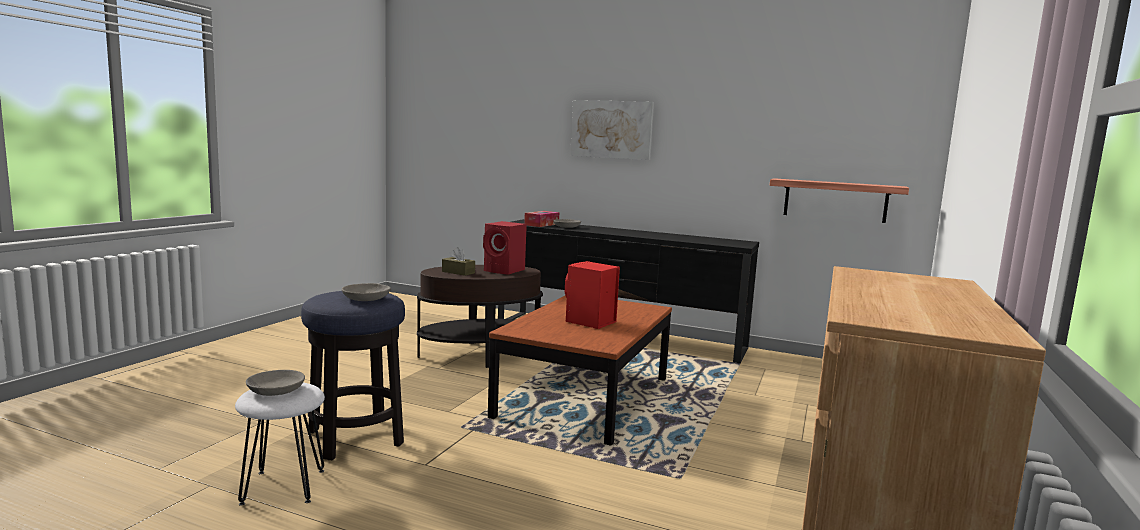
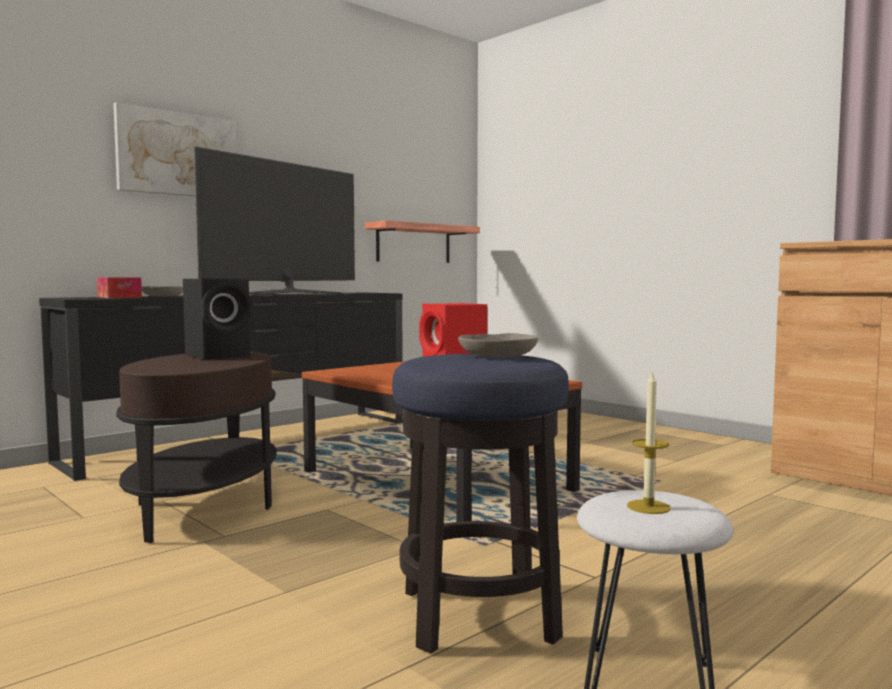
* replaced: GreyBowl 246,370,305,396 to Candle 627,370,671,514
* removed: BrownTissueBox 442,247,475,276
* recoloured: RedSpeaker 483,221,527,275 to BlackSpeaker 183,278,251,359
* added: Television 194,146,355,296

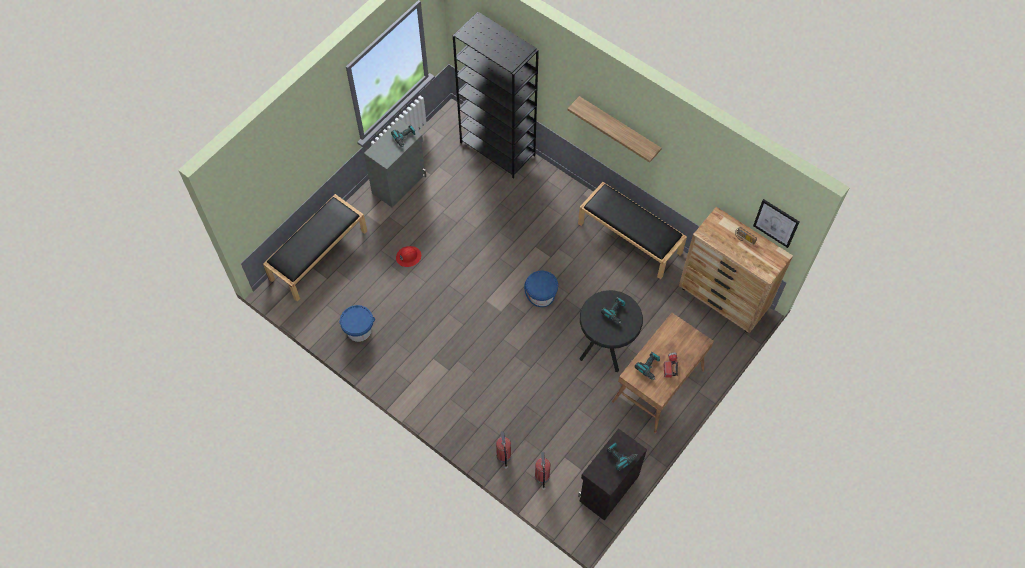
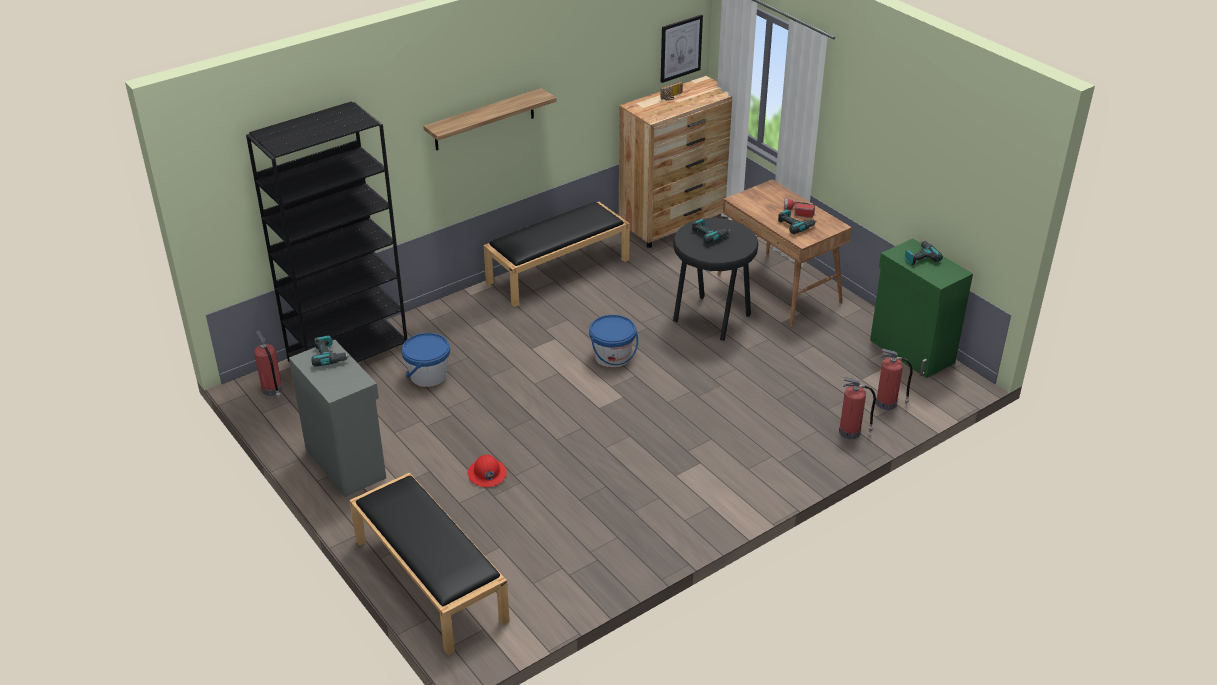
* moved: BlueBucket 339,305,375,342 to 401,333,450,387
* recoloured: BlackCabinet 578,428,647,521 to GreenCabinet 870,239,973,378
* added: FireExtinguisher 254,331,283,398

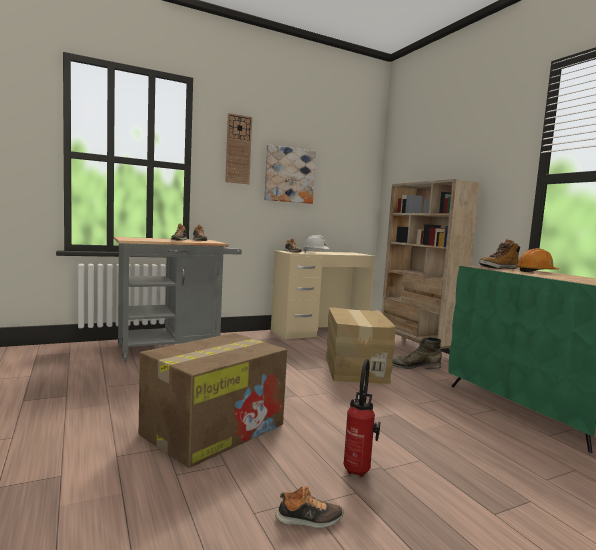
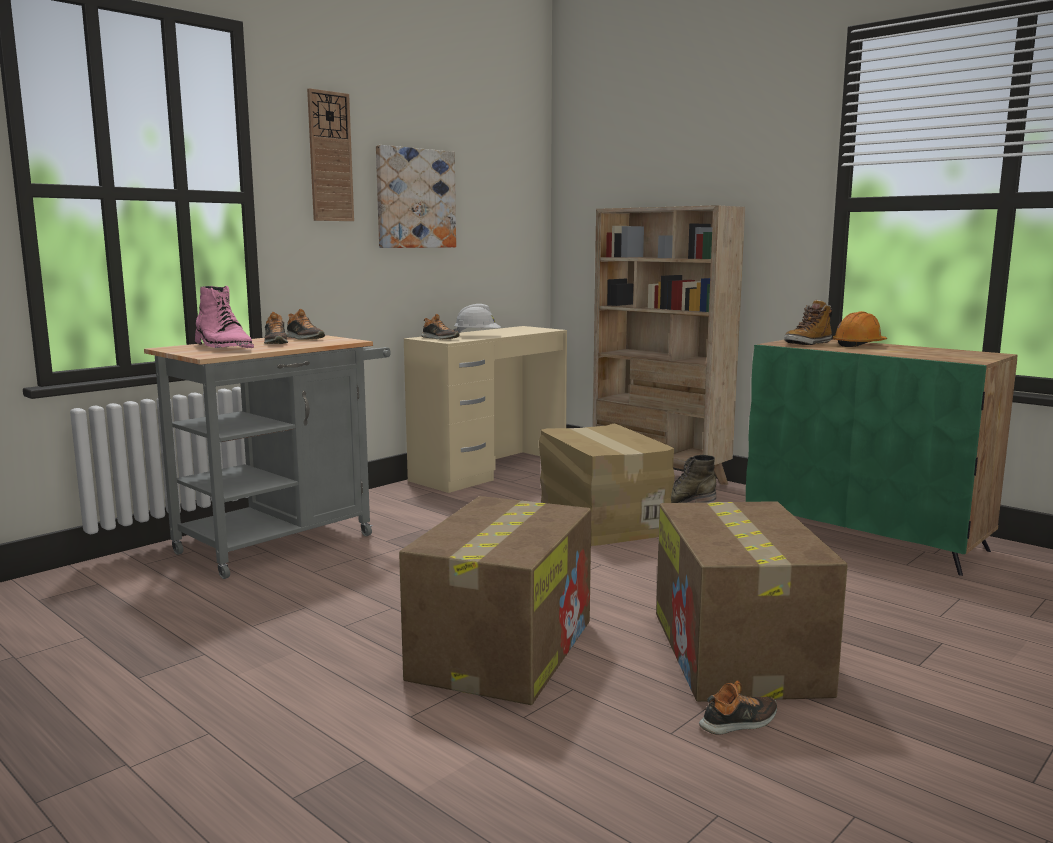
* replaced: FireExtinguisher 344,359,380,477 to CardboardBox 656,501,848,702
* added: PinkBoot 195,286,254,348

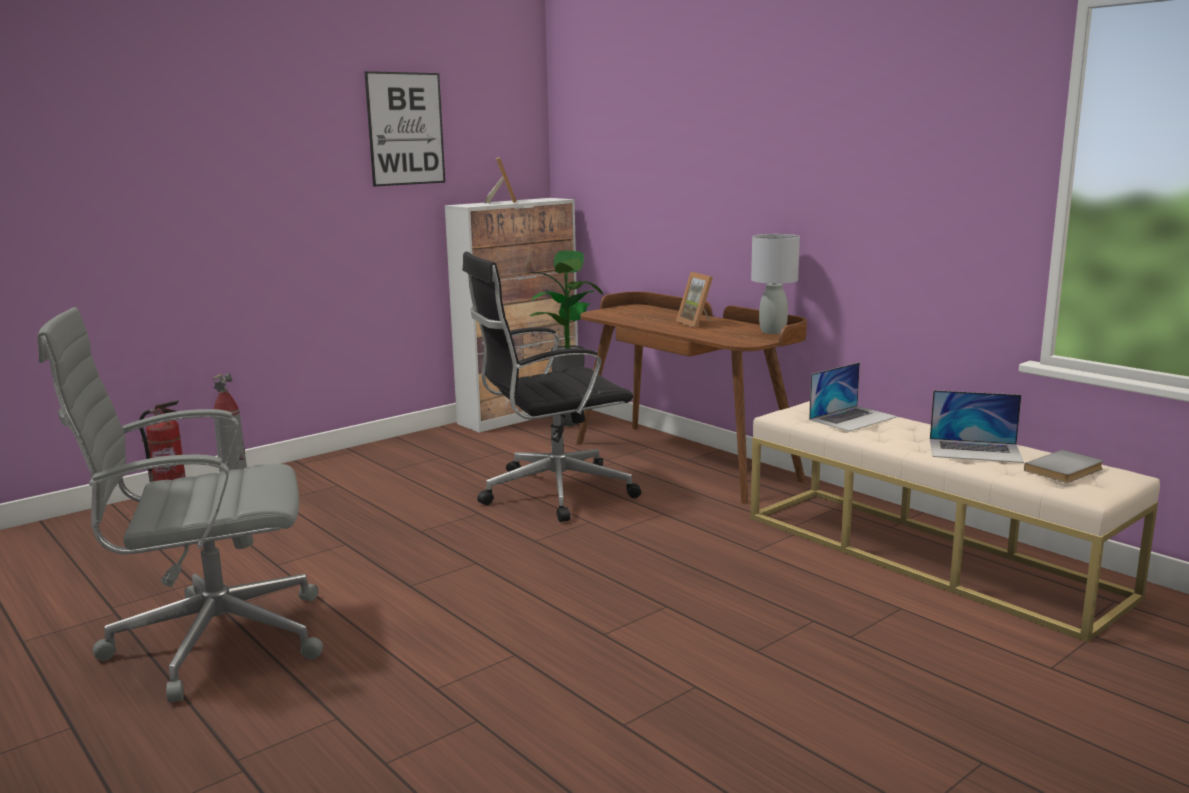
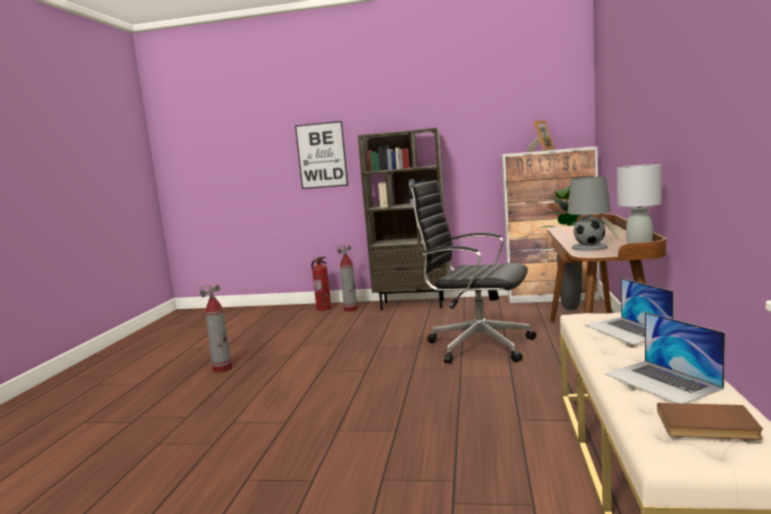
* replaced: GreyOfficeChair 37,307,323,703 to FireExtinguisher 199,285,232,372
* moved: Picture 364,71,445,186 to 295,121,348,189
* turned: Laptop 809,362,898,431 = 585,278,674,345 60 degrees clockwise
* recoloured: GreyBook 1024,450,1103,483 to BrownBook 657,403,763,440
* added: BrownBookcase 357,128,449,310
* added: GreyTableLamp 568,177,611,251

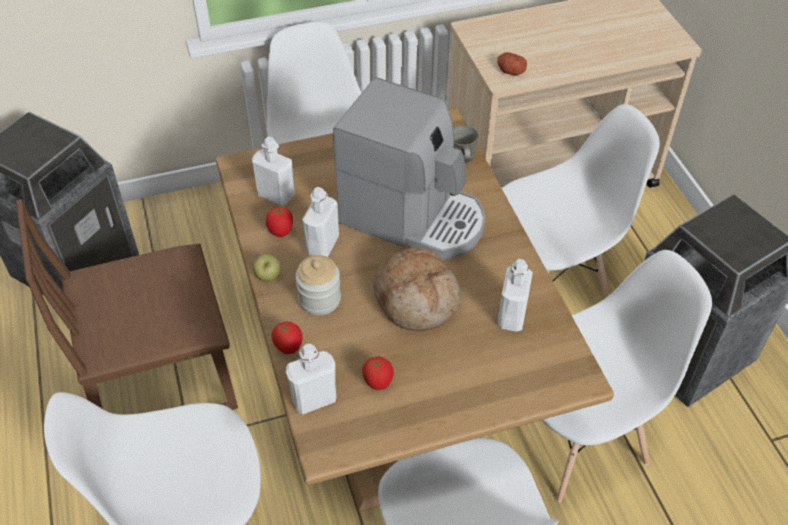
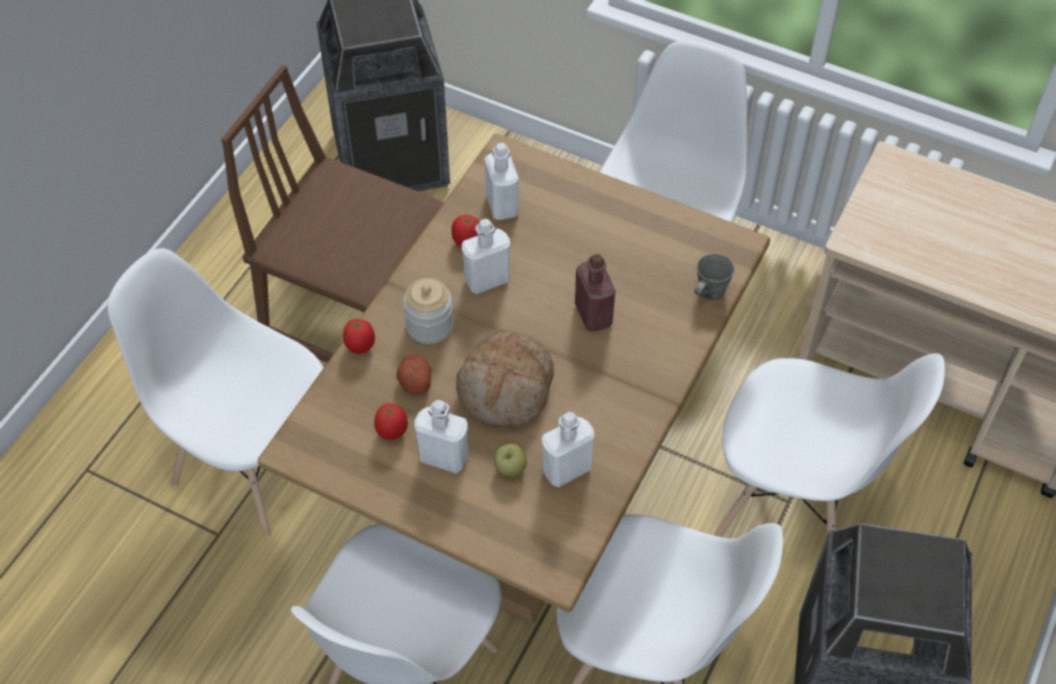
* moved: Apple 253,254,281,282 to 494,444,527,477
* moved: WhiteBottle 286,344,336,415 to 414,400,468,473
* replaced: CoffeeMachine 333,78,485,260 to RedBottle 575,254,616,332
* moved: Potato 497,52,527,76 to 397,355,431,395

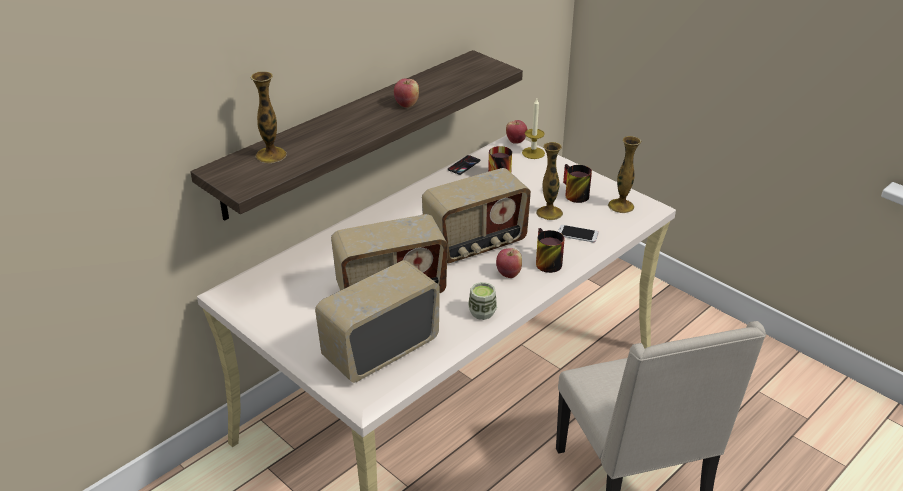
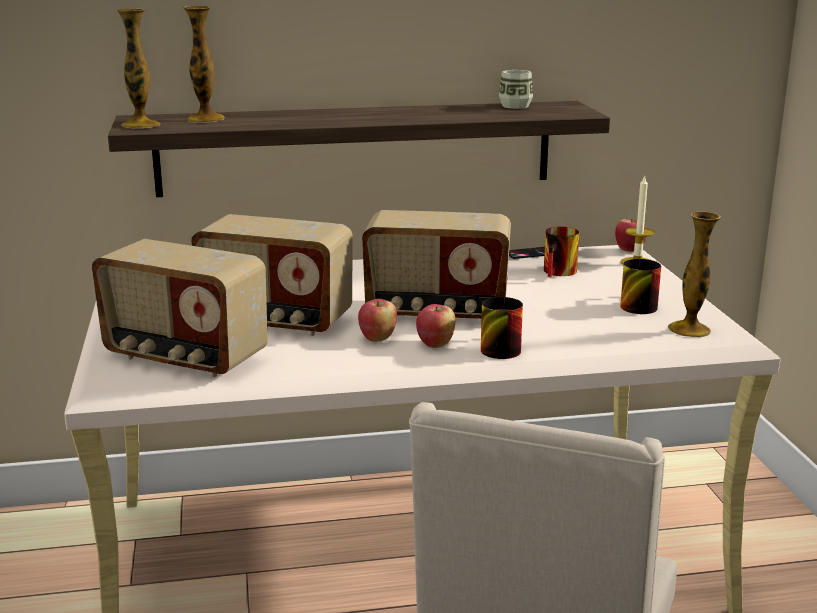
* turned: Radio 315,260,440,383 = 92,239,268,377 150 degrees counterclockwise
* moved: Apple 394,79,419,108 to 358,299,397,342
* moved: Cup 468,282,497,320 to 499,70,533,109
* moved: Vase 536,142,563,220 to 117,9,160,128
* removed: Phone 558,225,599,243

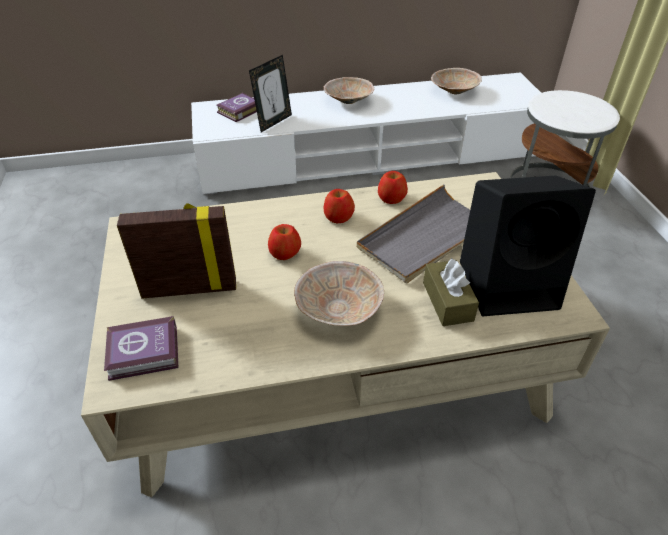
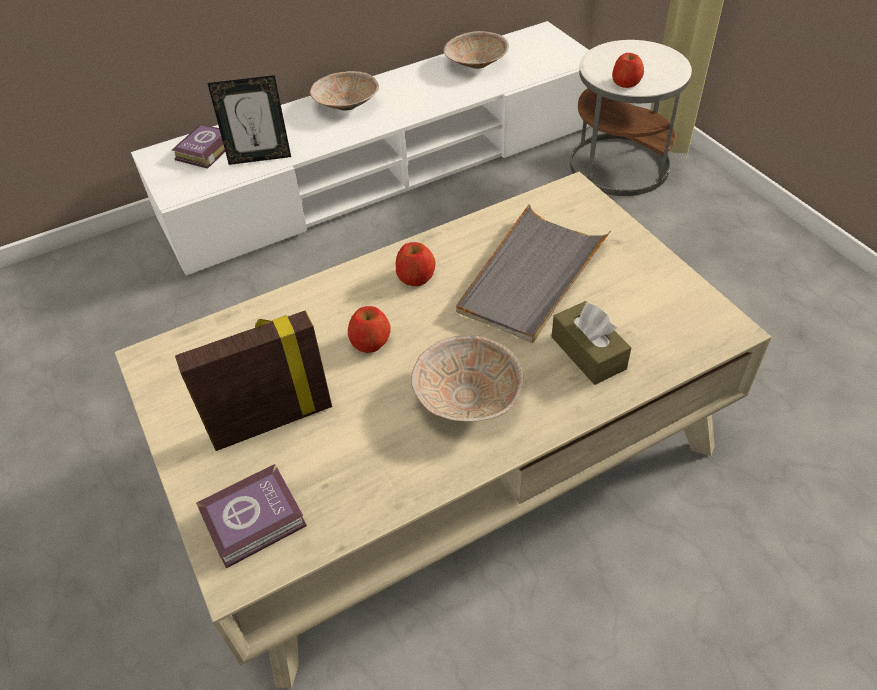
* turned: PictureFrame 249,55,292,132 = 207,75,291,165 60 degrees clockwise
* moved: Apple 378,171,408,204 to 612,53,644,88
* removed: BlackSpeaker 460,176,596,316

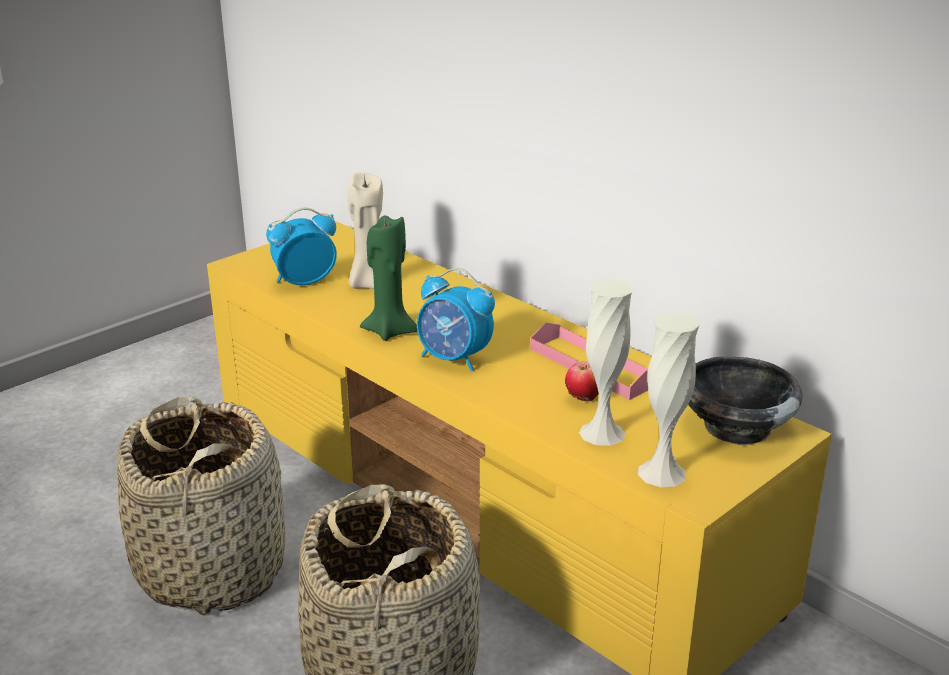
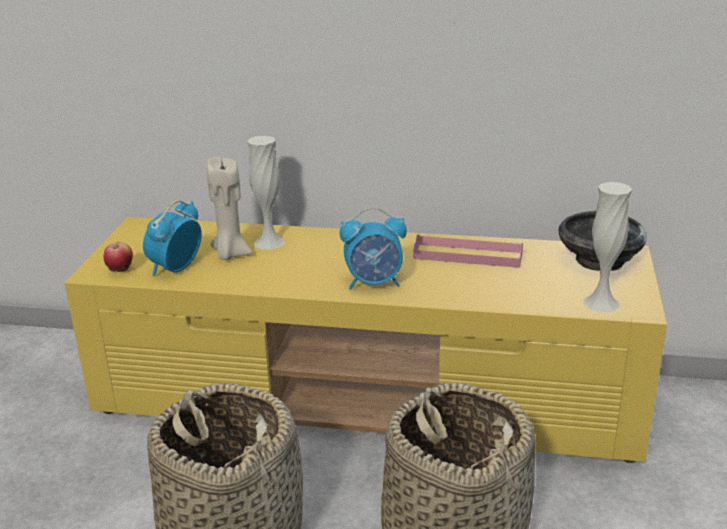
* removed: GreenCandle 360,216,417,341
* moved: Apple 565,361,599,401 to 104,242,133,272
* moved: WhiteVase 579,280,632,446 to 247,136,285,250

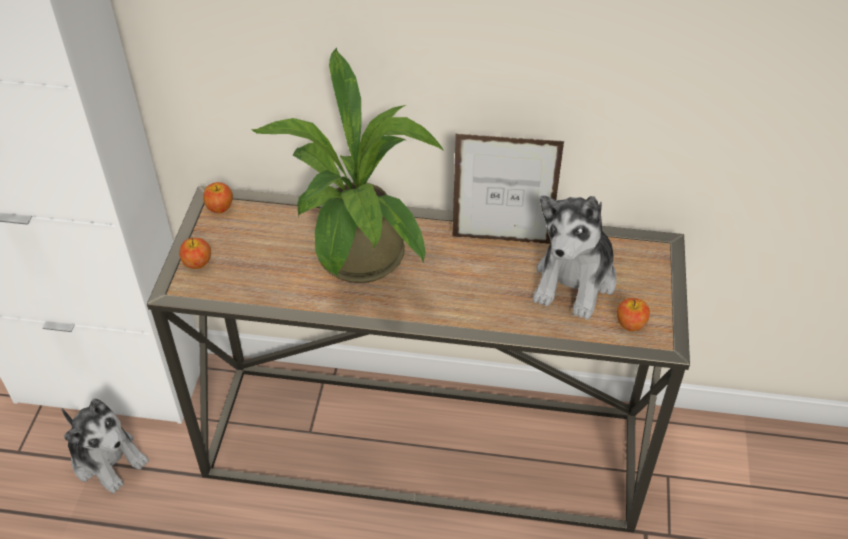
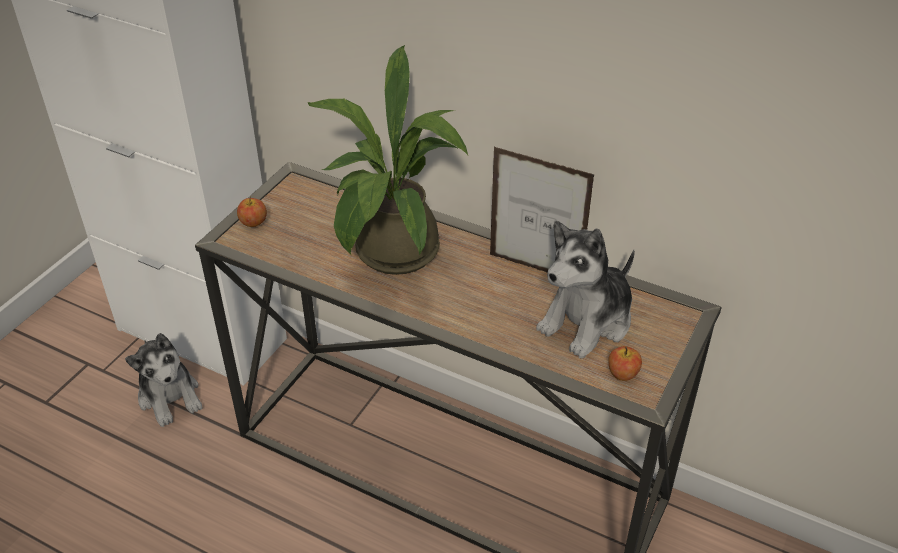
* removed: Apple 203,182,233,213

